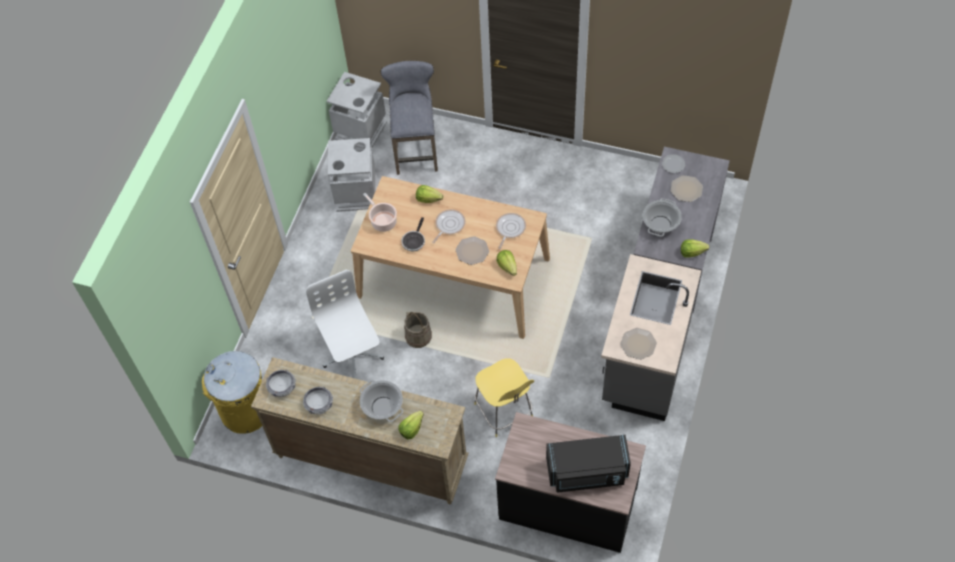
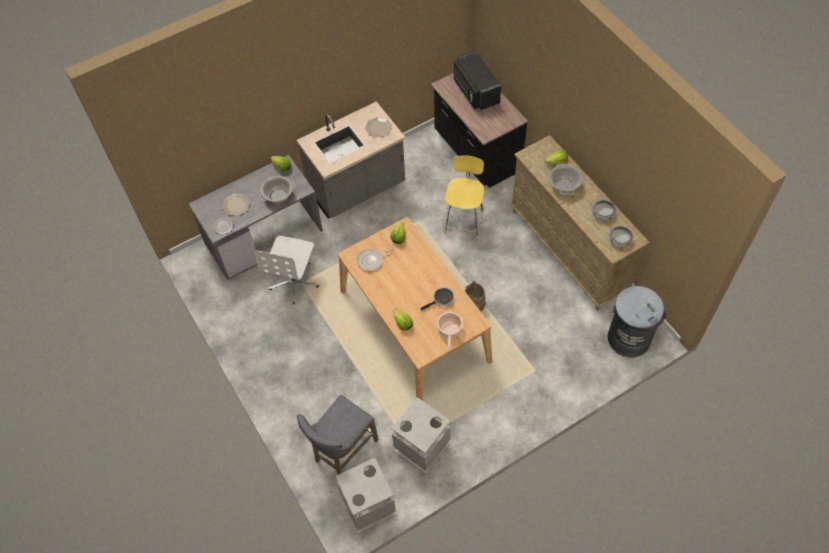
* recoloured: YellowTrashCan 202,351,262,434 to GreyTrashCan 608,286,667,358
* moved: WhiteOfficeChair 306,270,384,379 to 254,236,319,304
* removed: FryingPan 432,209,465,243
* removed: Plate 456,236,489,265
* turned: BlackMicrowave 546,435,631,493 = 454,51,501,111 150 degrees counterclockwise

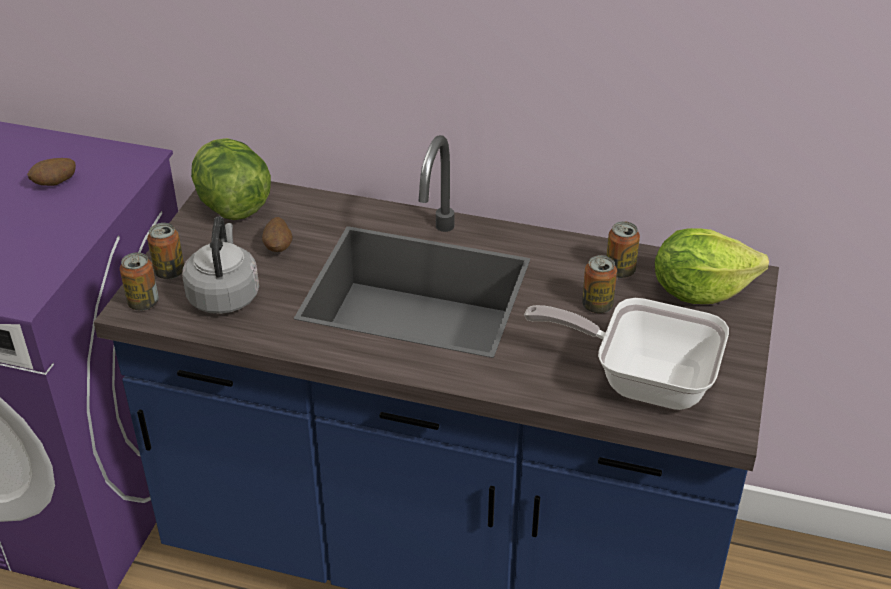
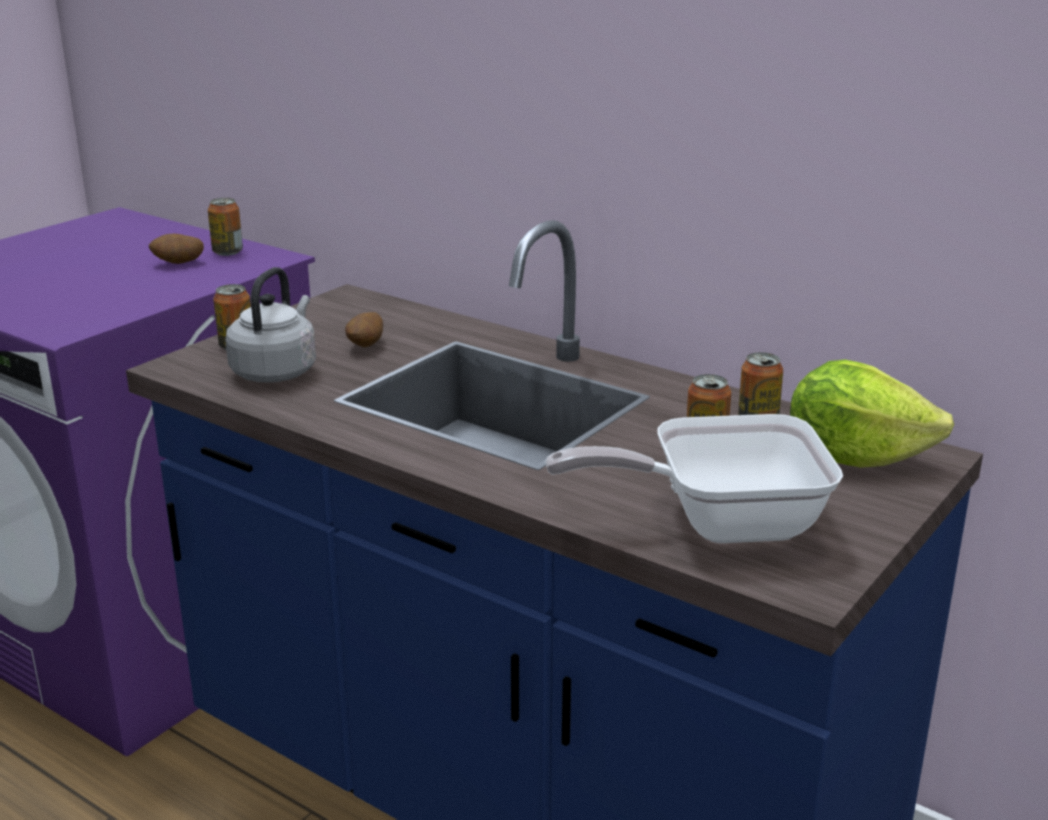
* moved: Can 120,252,159,311 to 208,198,243,256
* removed: Lettuce 191,138,271,220
* turned: FryingPan 524,298,729,410 = 545,414,843,543 45 degrees counterclockwise

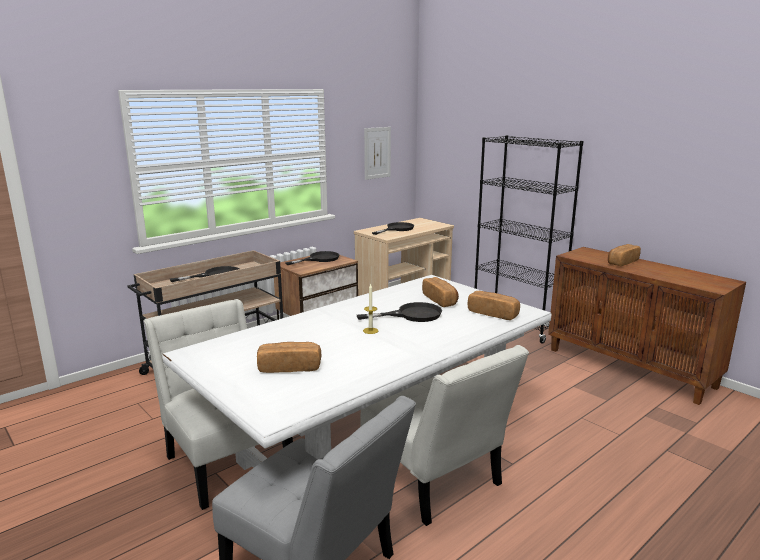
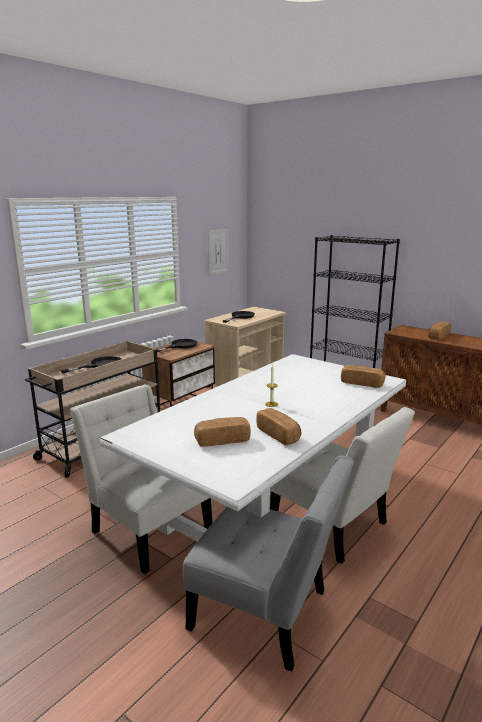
* removed: BlackFryingPan 357,302,442,322
* moved: Bread 422,277,459,307 to 256,408,302,445

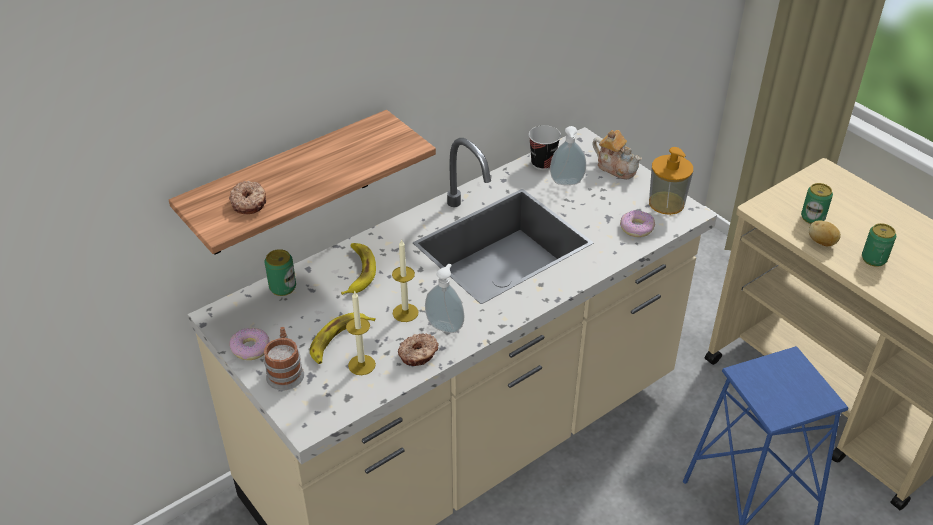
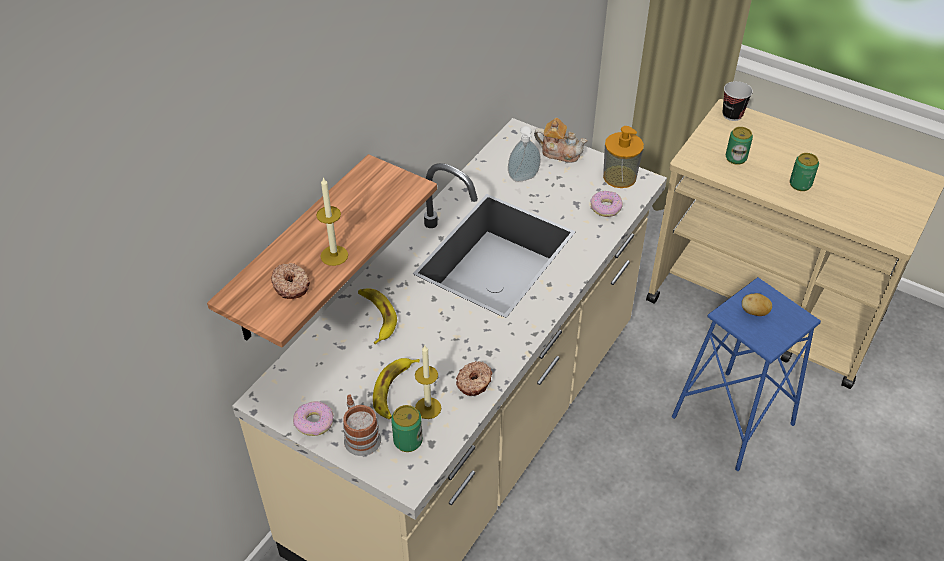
* moved: Can 265,249,296,296 to 391,405,423,452
* moved: Candle 392,239,419,322 to 316,177,348,266
* removed: SoapDispenser 425,263,464,333
* moved: Cup 529,125,561,170 to 722,81,753,121
* moved: Potato 809,220,841,246 to 742,293,772,316

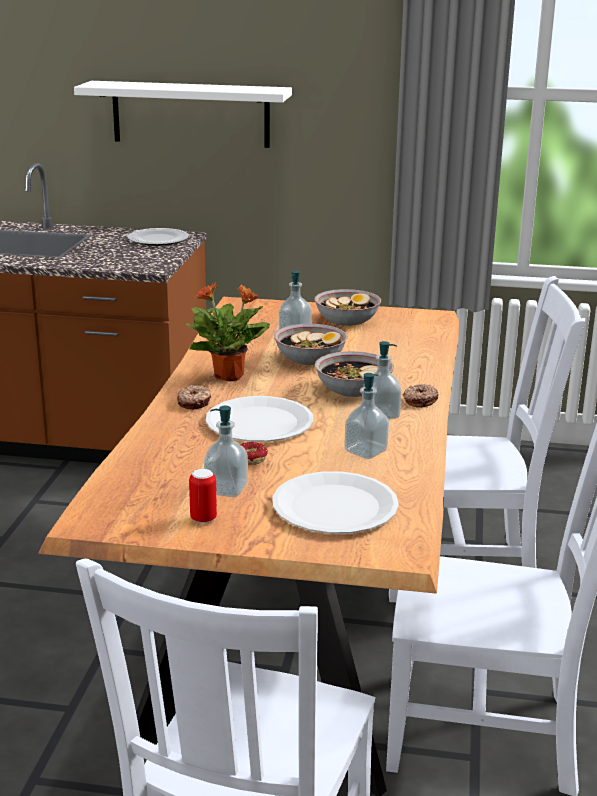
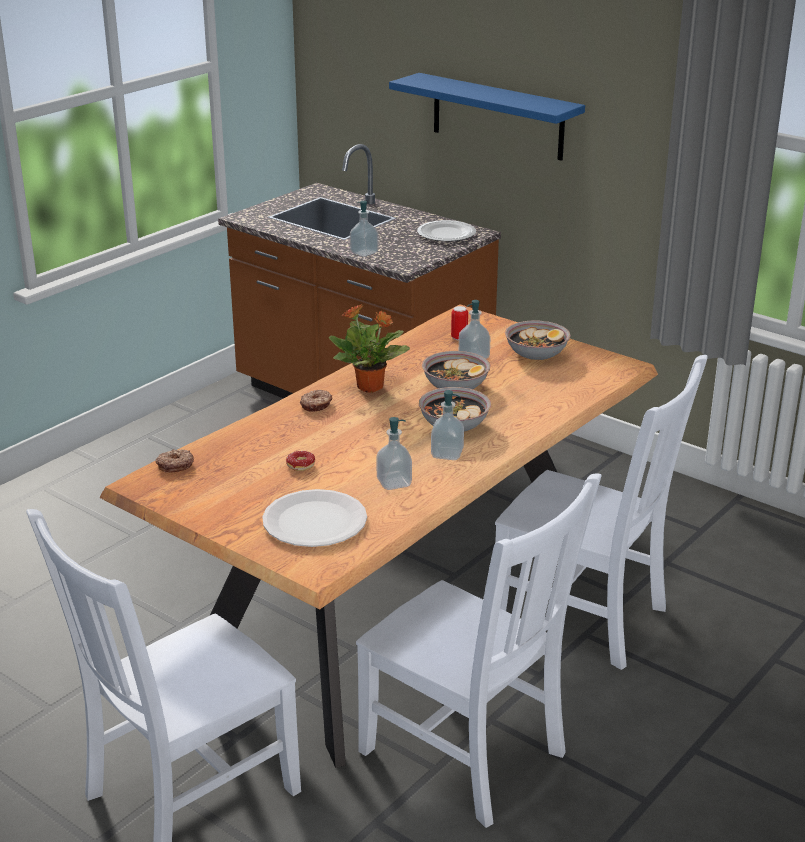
* recoloured: WhiteShelf 74,81,292,148 to BlueShelf 389,73,585,161
* moved: Can 189,469,217,524 to 451,306,468,341
* moved: SoapDispenser 204,406,248,497 to 350,201,378,257
* removed: WhitePlate 206,396,313,442
* moved: Donut 403,384,439,408 to 156,449,194,473

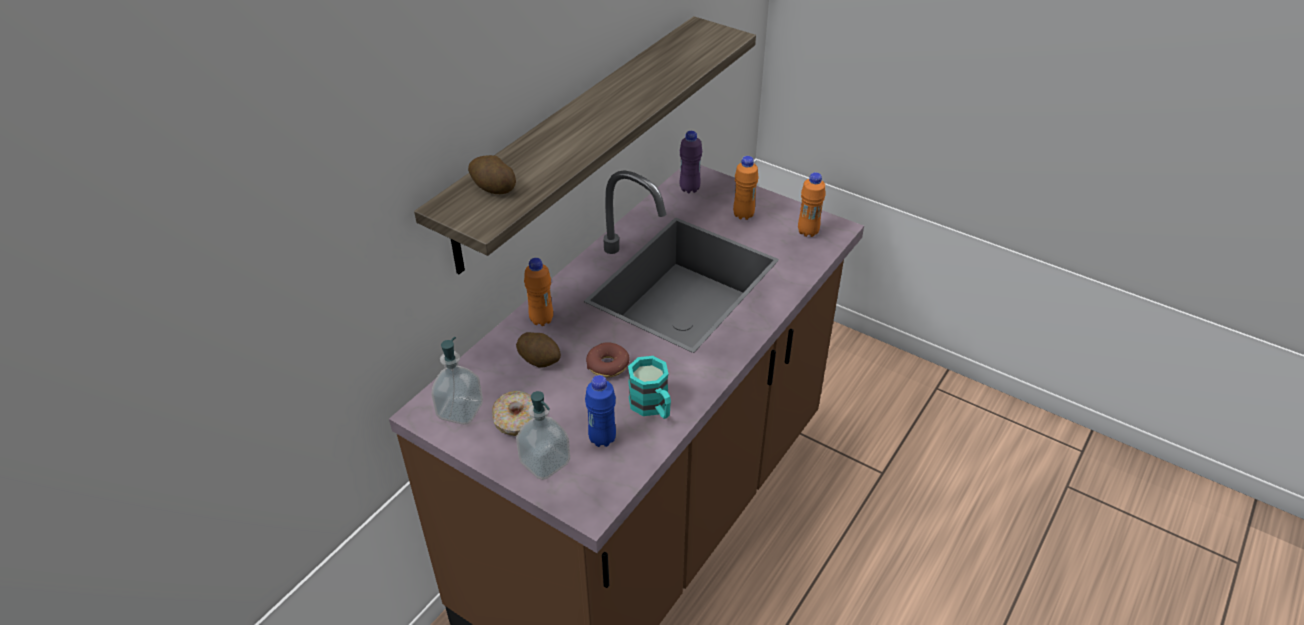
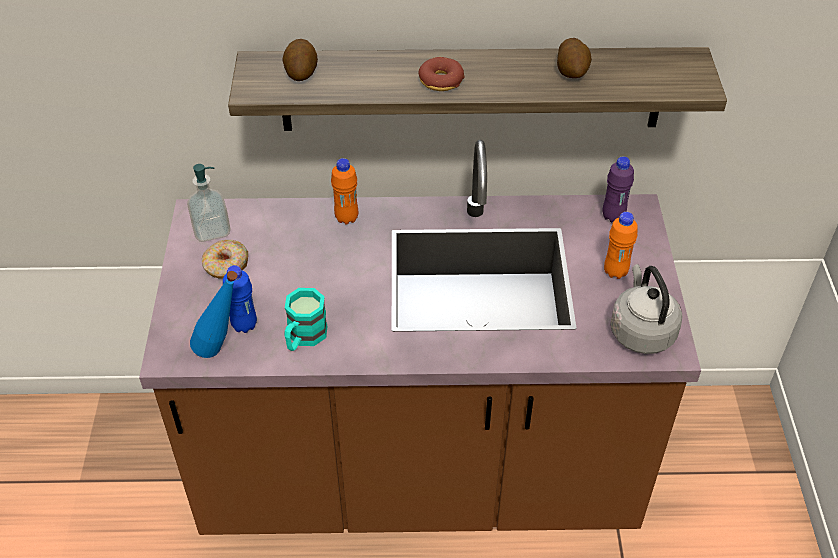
* moved: Potato 516,332,561,368 to 557,38,592,78
* removed: SoapDispenser 516,391,570,480
* moved: Donut 586,342,630,378 to 418,57,465,91
* replaced: OrangeBottle 798,172,826,237 to GreyKettle 610,264,682,354
* added: BlueBottle 190,271,237,358

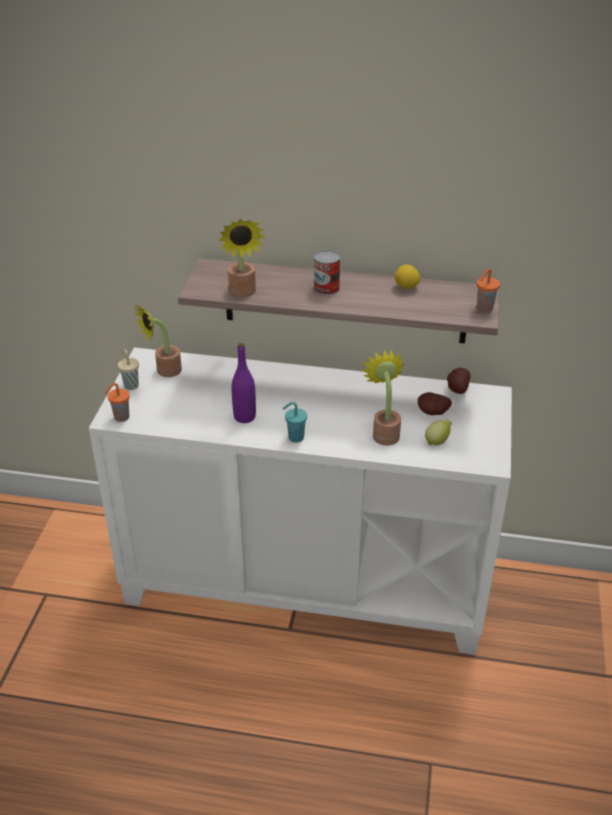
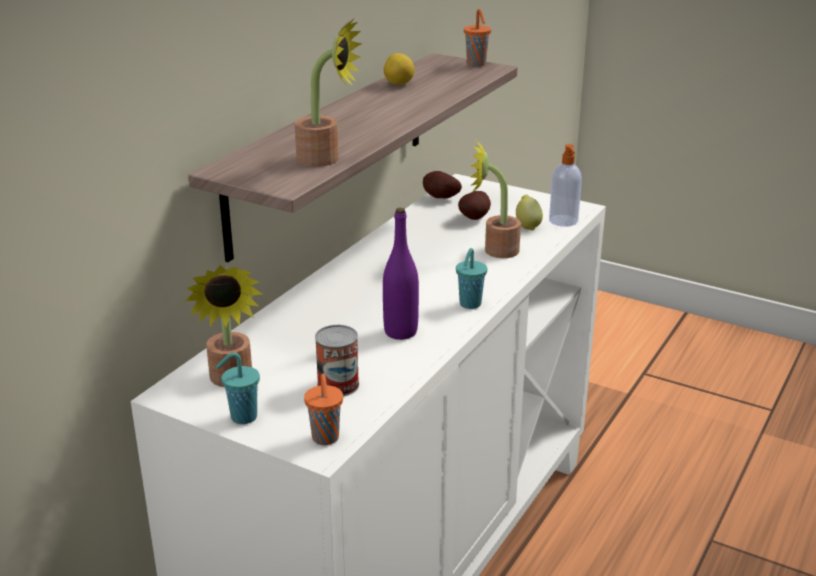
* recoloured: BeigeCup 118,349,139,390 to TurquoiseCup 216,353,260,424
* moved: Can 314,250,341,295 to 315,325,359,397
* added: SoapDispenser 549,144,582,227

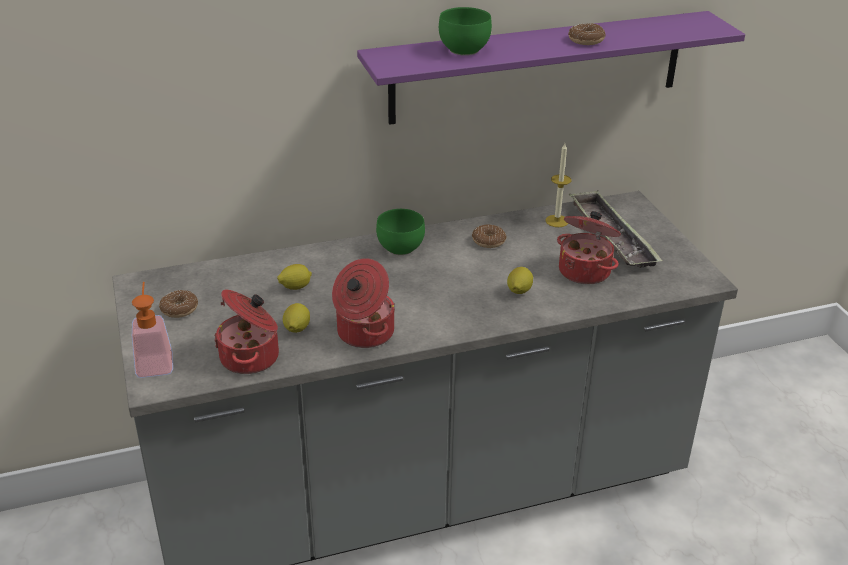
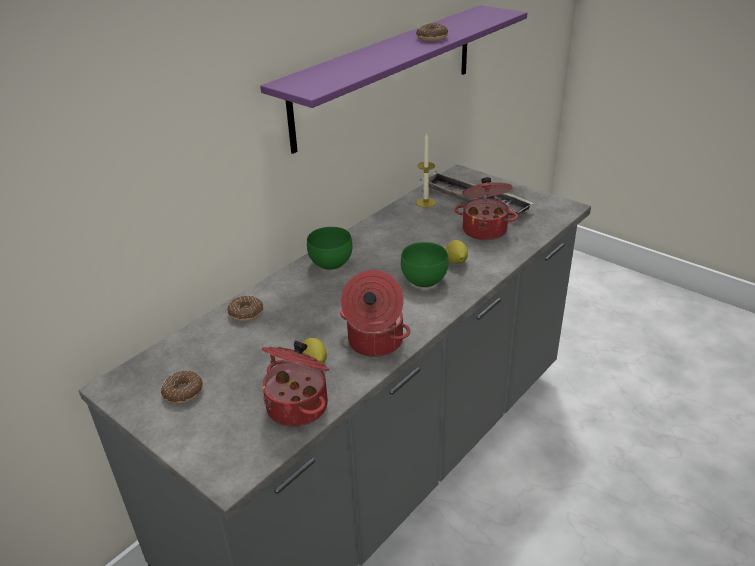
* removed: SoapDispenser 132,282,173,378
* removed: Lemon 277,264,312,290
* moved: GreenBowl 439,7,492,56 to 401,242,448,288
* moved: Donut 472,225,507,248 to 227,296,263,322

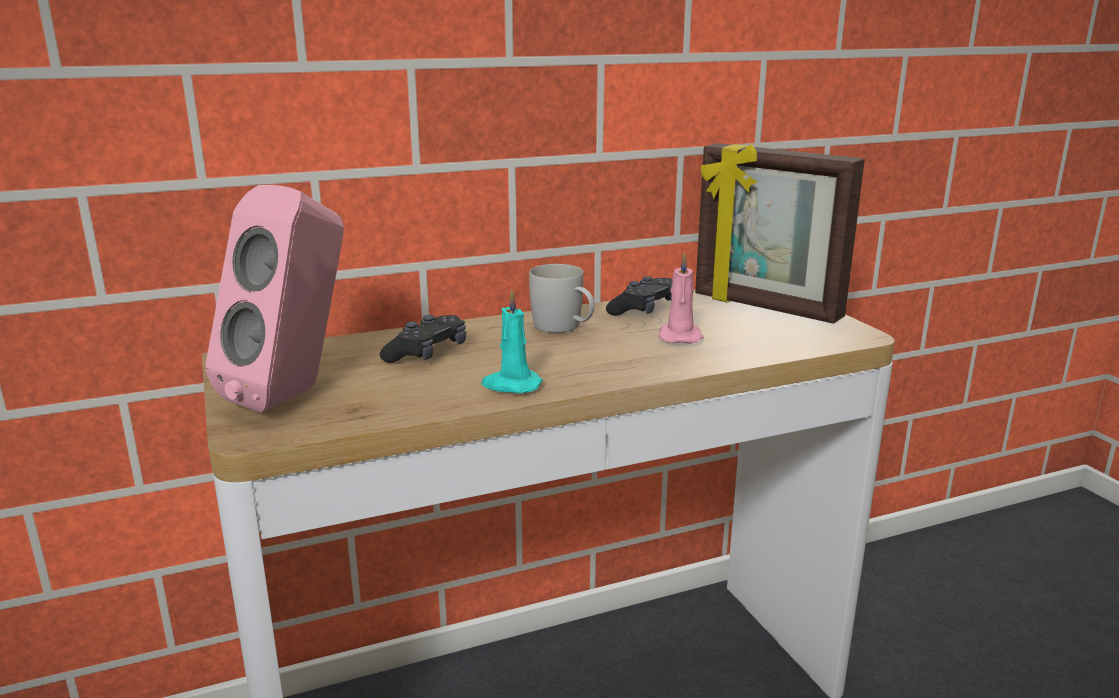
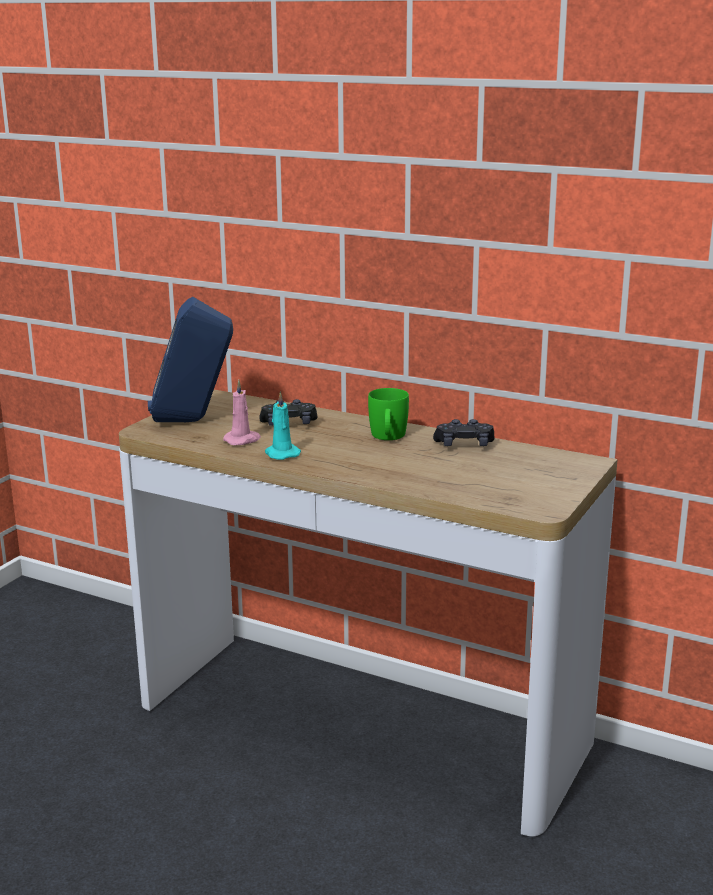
* recoloured: PinkSpeaker 206,185,344,413 to BlueSpeaker 148,296,233,422
* recoloured: WhiteMug 529,264,595,333 to GreenMug 368,388,409,440
* moved: PinkCandle 658,252,704,344 to 223,380,261,445
* removed: PictureFrame 695,143,865,324

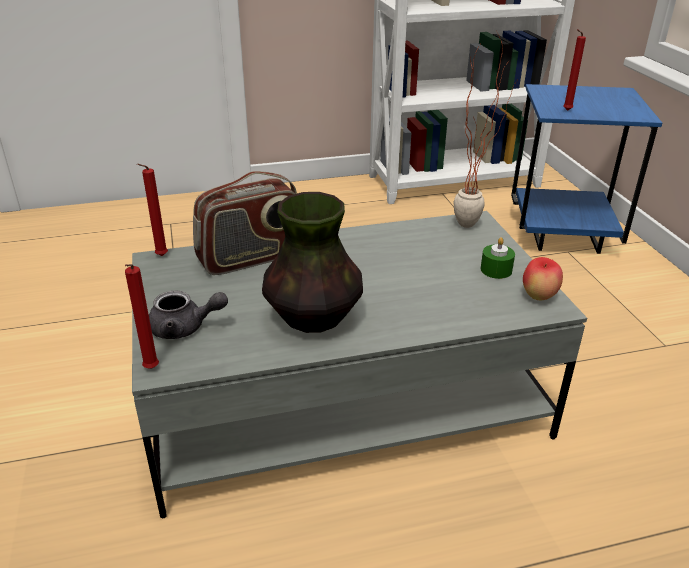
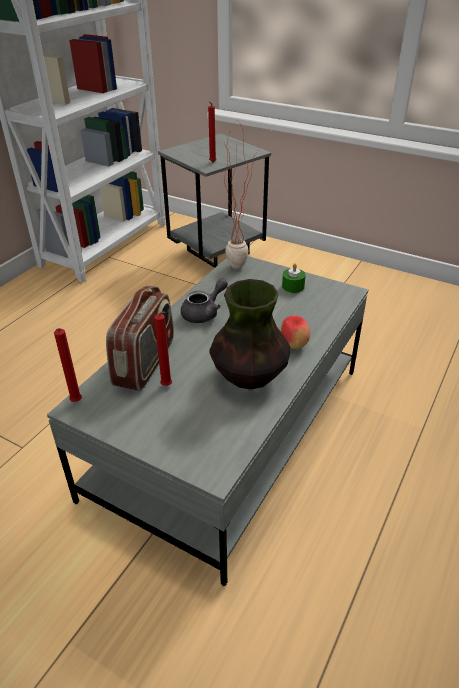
* moved: RedCandle 125,264,159,369 to 154,312,172,386
* moved: GreyTeapot 149,291,228,339 to 181,278,228,323
* recoloured: BlueSideTable 511,84,662,254 to GreySideTable 158,133,271,268
* moved: Apple 523,257,563,300 to 281,316,310,349

